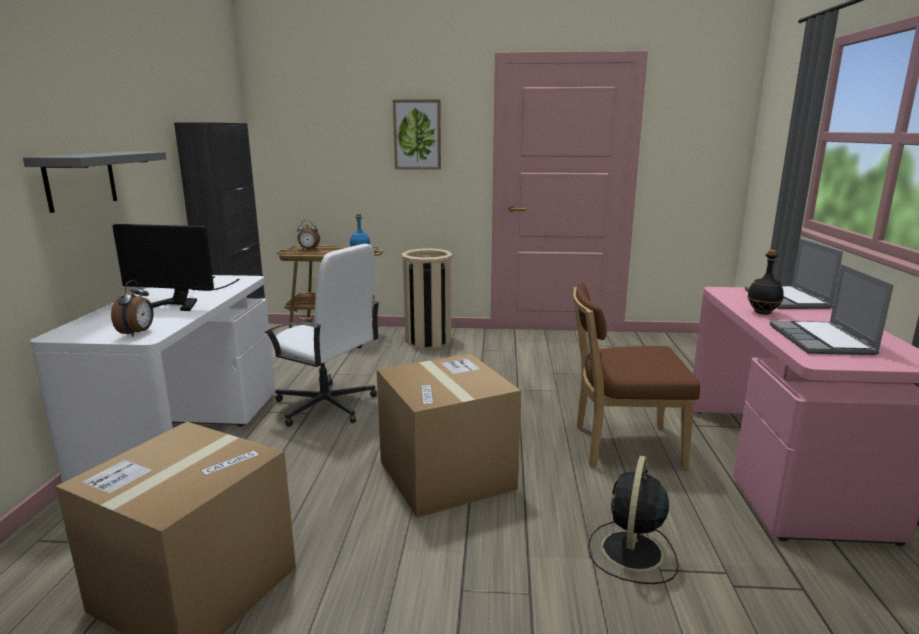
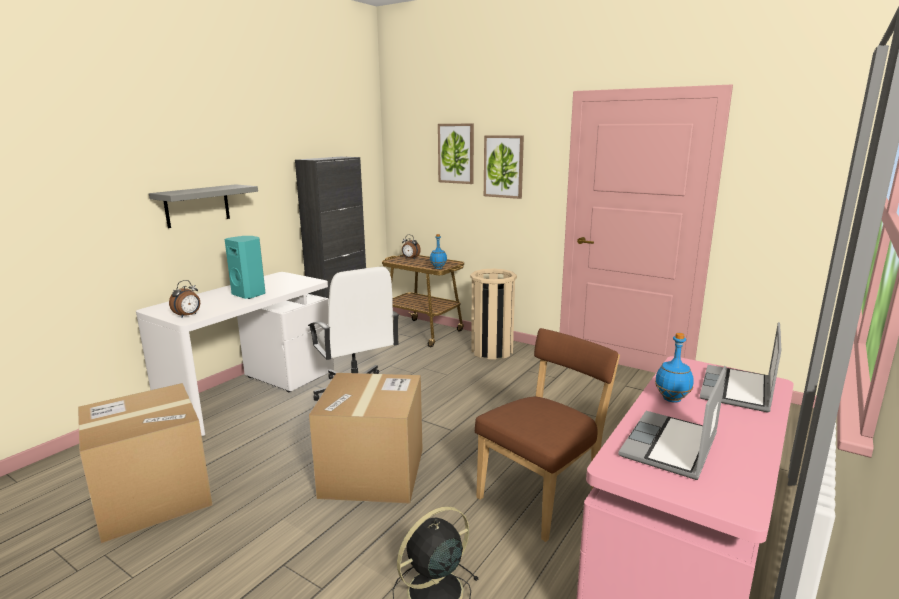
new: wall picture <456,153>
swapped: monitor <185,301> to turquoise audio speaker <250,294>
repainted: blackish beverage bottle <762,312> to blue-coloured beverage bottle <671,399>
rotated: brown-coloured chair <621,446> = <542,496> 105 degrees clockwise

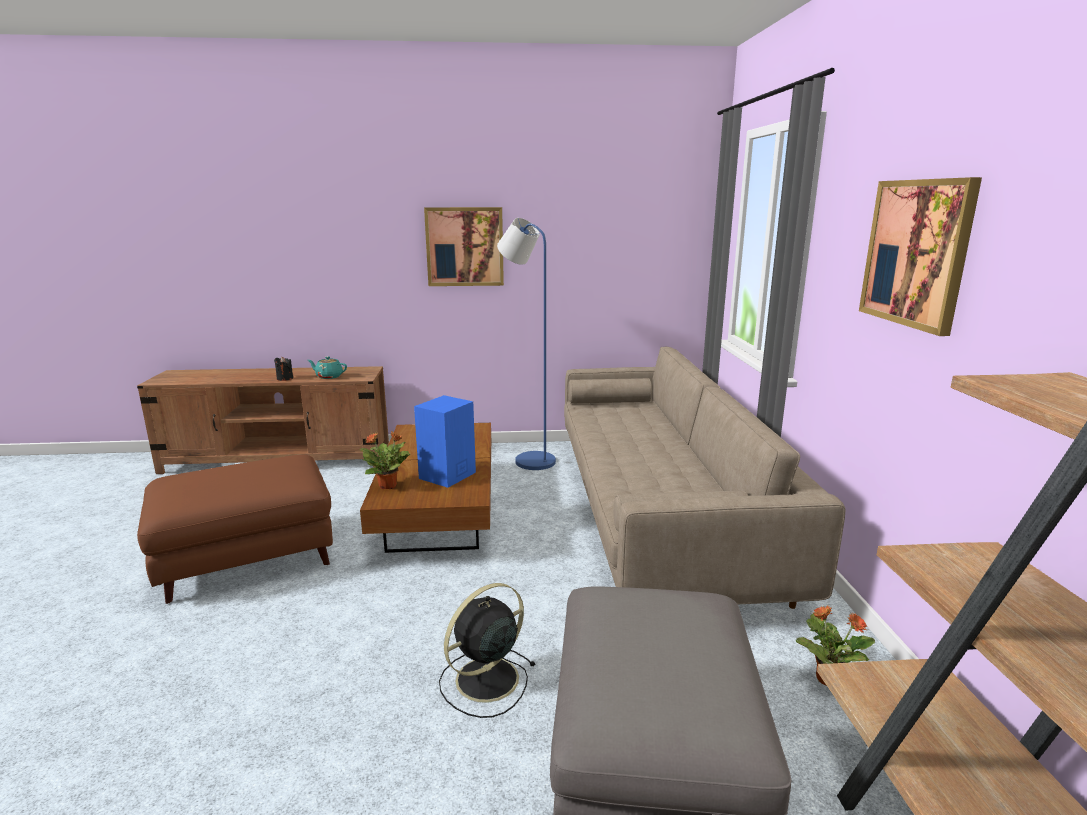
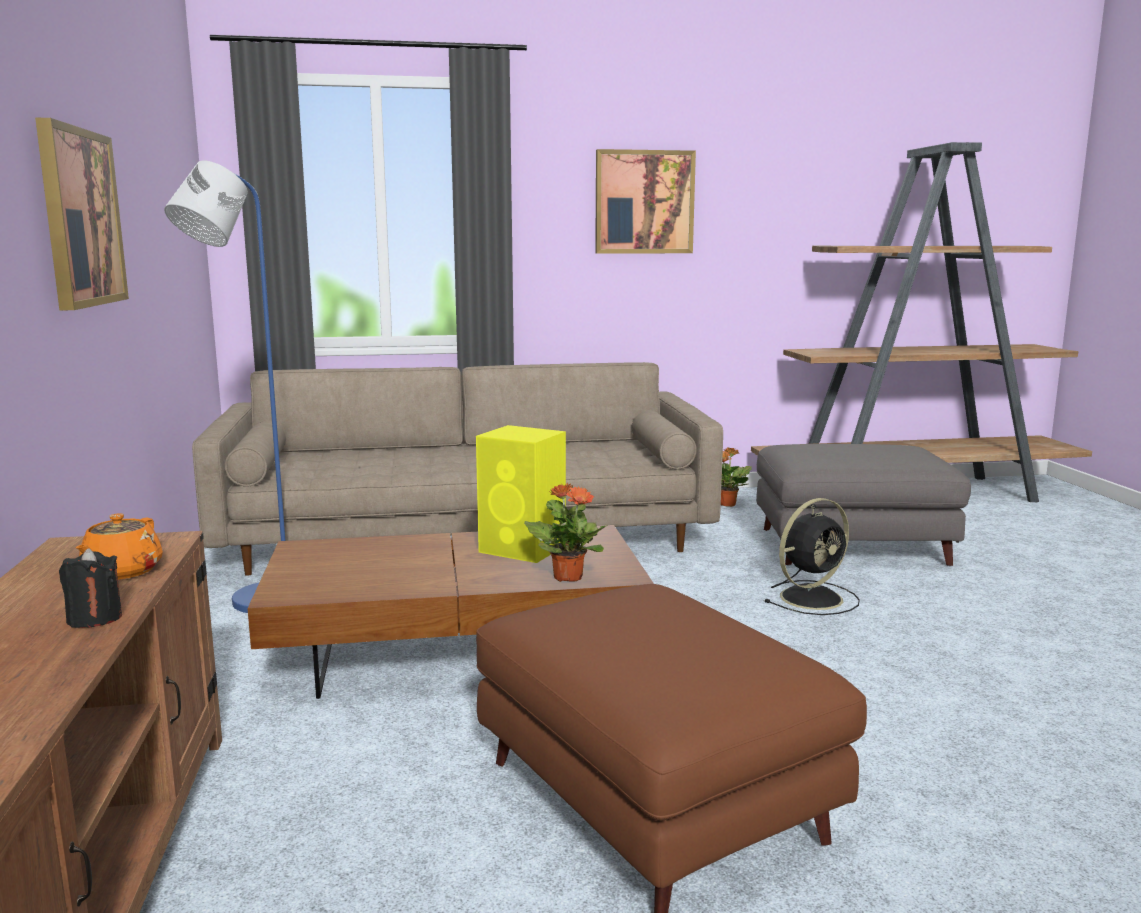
repainted: turquoise teapot <328,376> to orangey teapot <121,572>; blue-coloured audio speaker <446,476> to yellowish audio speaker <524,549>
rotated: blackish fan <484,680> = <813,597> 75 degrees counterclockwise

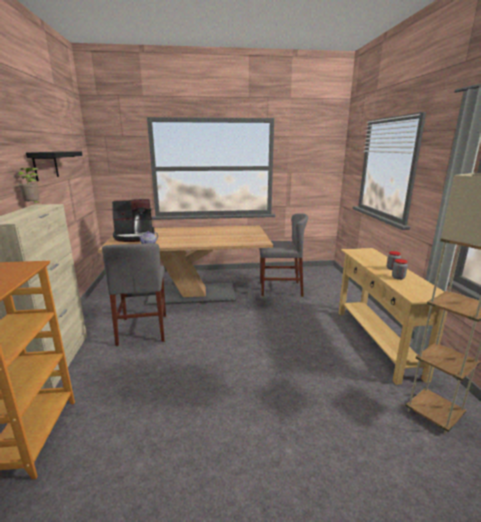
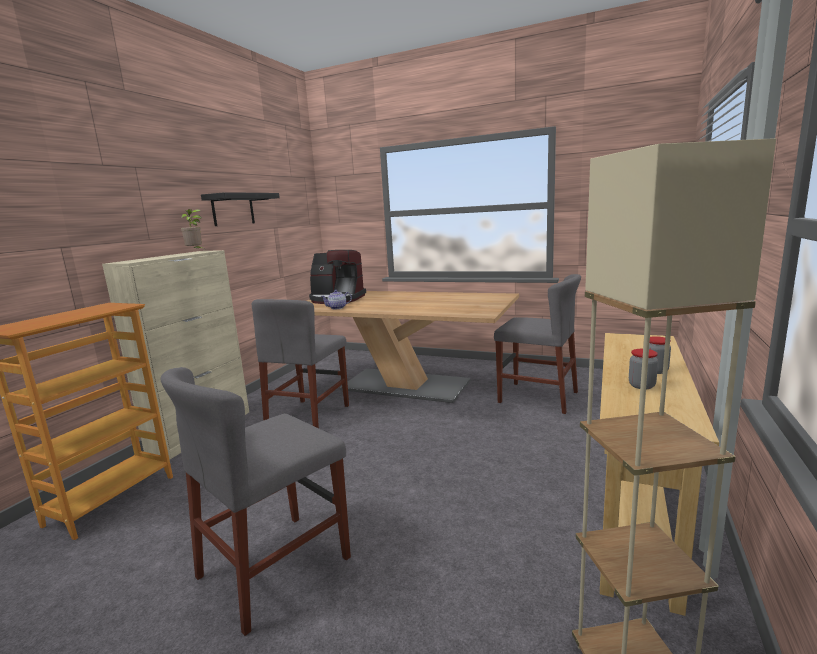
new: gray chair <275,567>

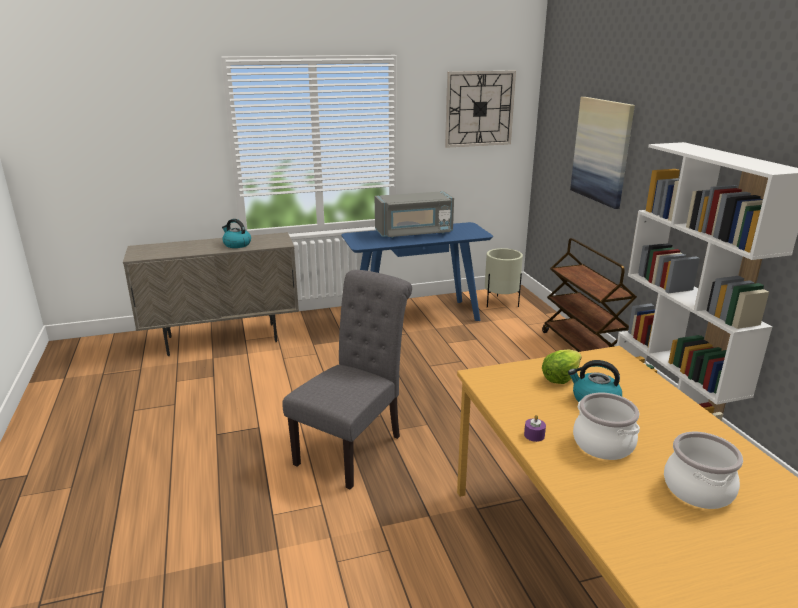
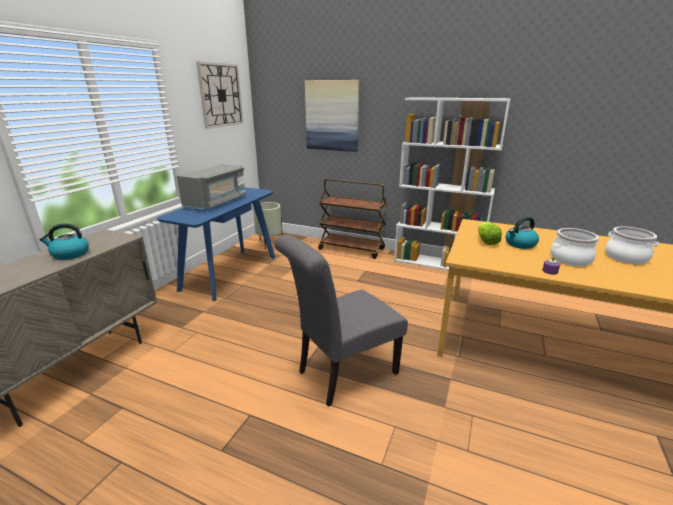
rotated: gray chair <354,446> = <342,374> 105 degrees counterclockwise

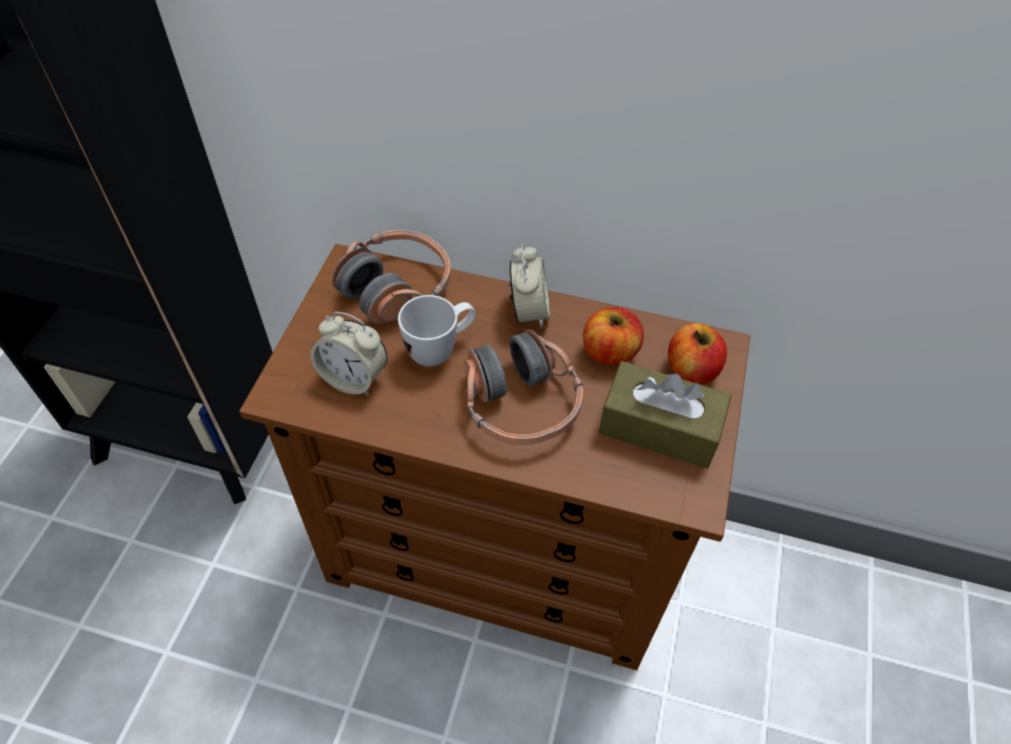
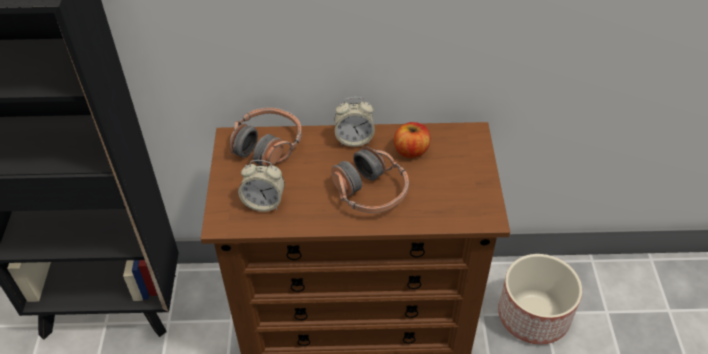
gone: white tea mug <440,349>; whole apple <691,370>; brown-coloured box of tissues <659,427>
new: flower pot <534,315>
rotated: table clock <528,311> = <354,139> 105 degrees clockwise

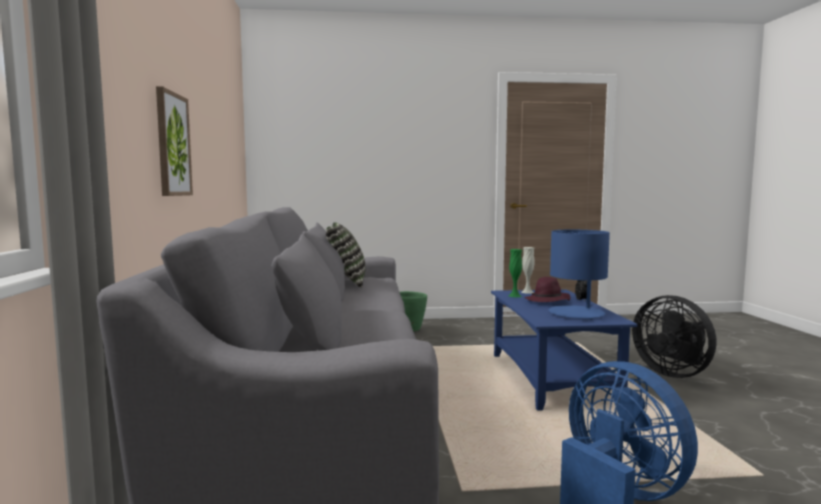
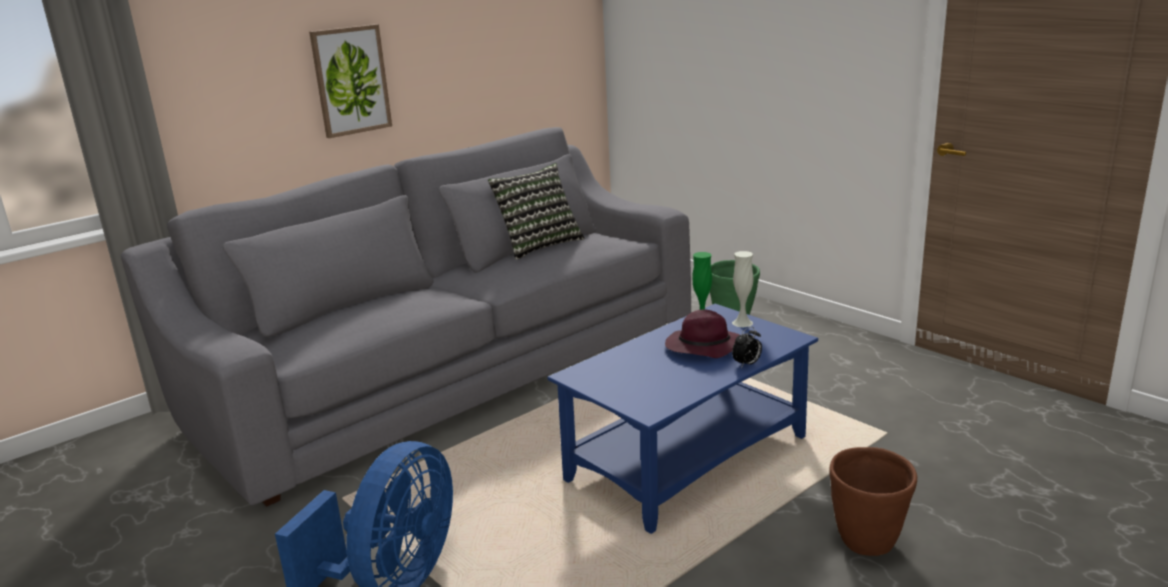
gone: blue-coloured lamp for a table <577,313>
swapped: blackish fan <672,372> to brown-coloured flower pot <867,543>

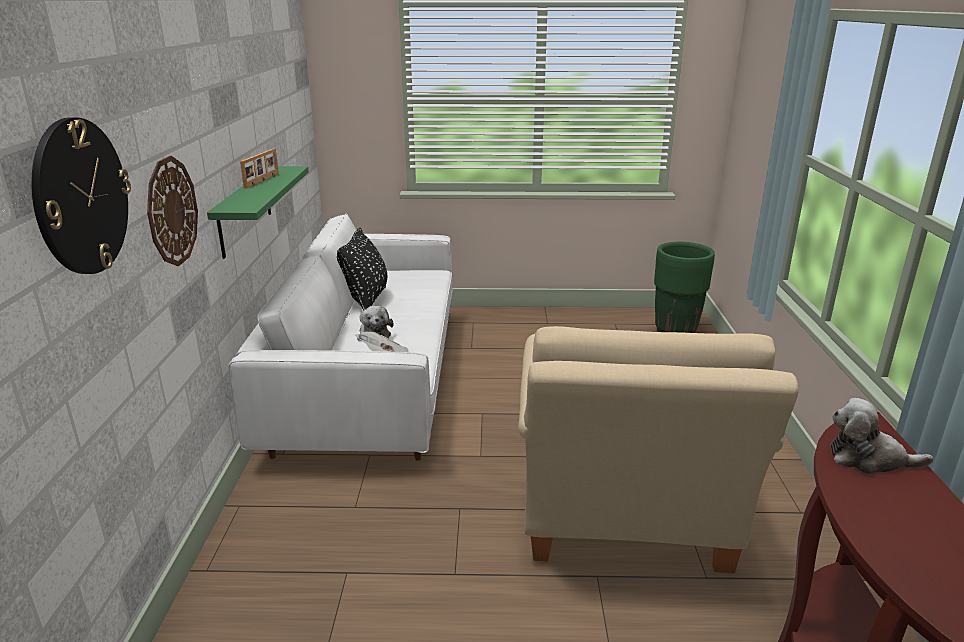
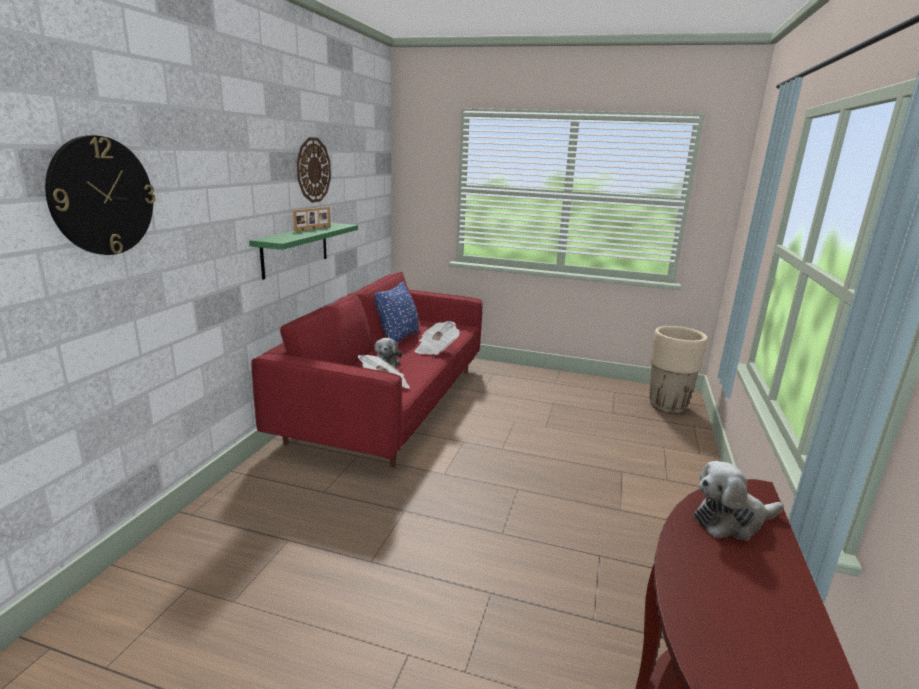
gone: sand-coloured armchair <622,514>
new: newspaper <436,349>
shifted: hanging clock <171,211> to <313,170>
repainted: white couch <370,381> to red-coloured couch <389,403>; blackish pillow <366,299> to blue-coloured pillow <398,338>; greenish flower pot <675,331> to sand-coloured flower pot <667,406>
rotated: soft toy <868,459> = <731,521> 45 degrees counterclockwise

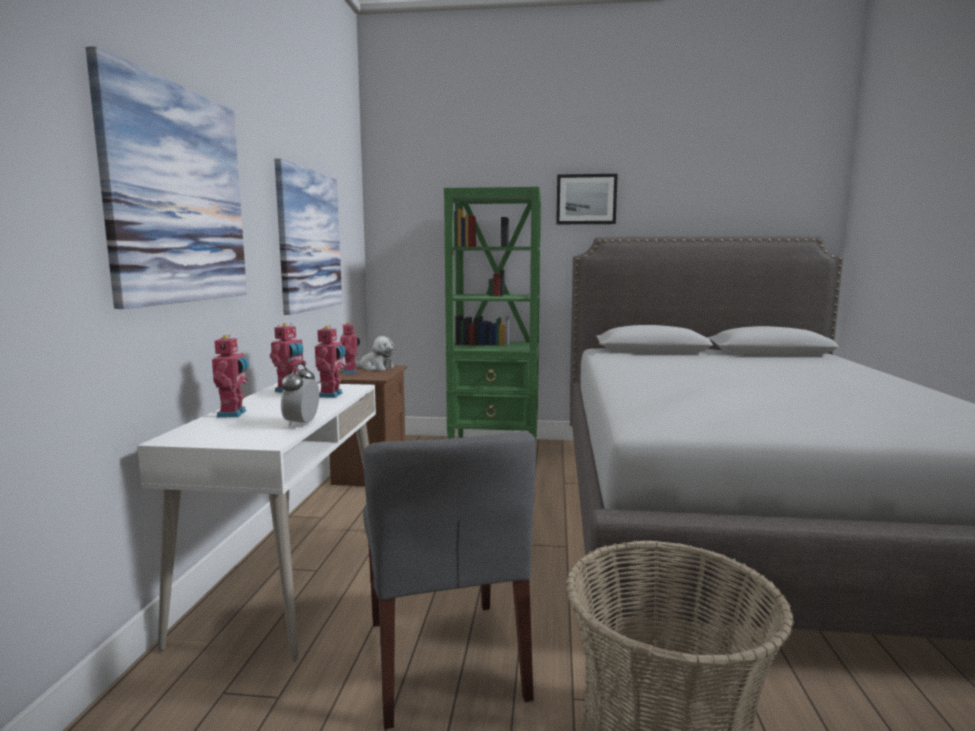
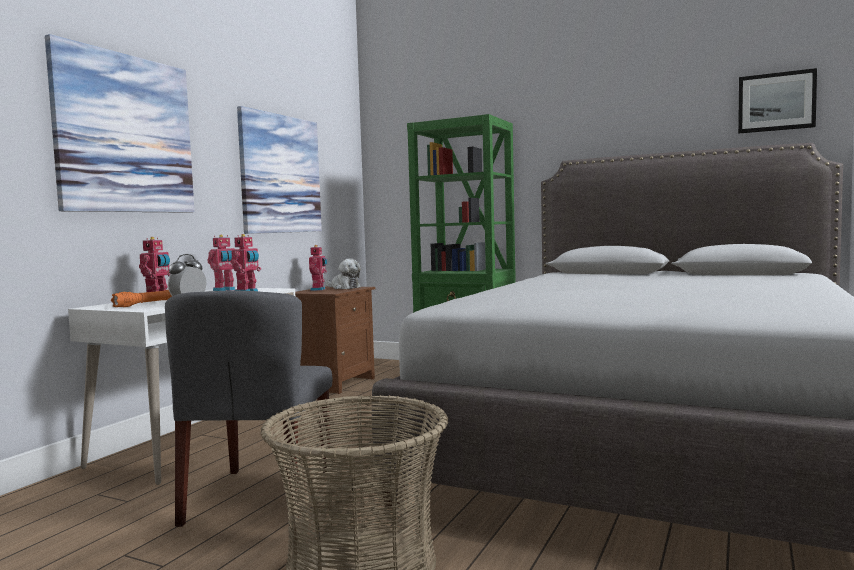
new: orangey torch <146,304>
shifted: wall picture <586,199> to <776,102>

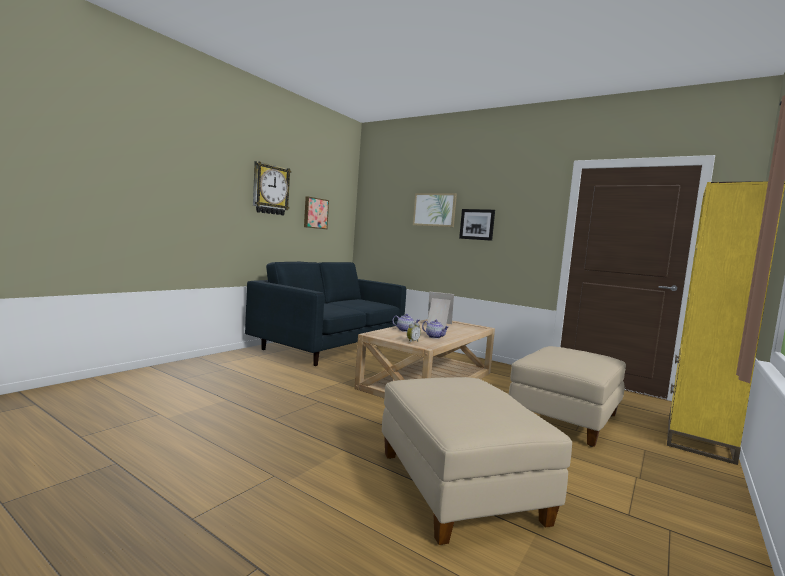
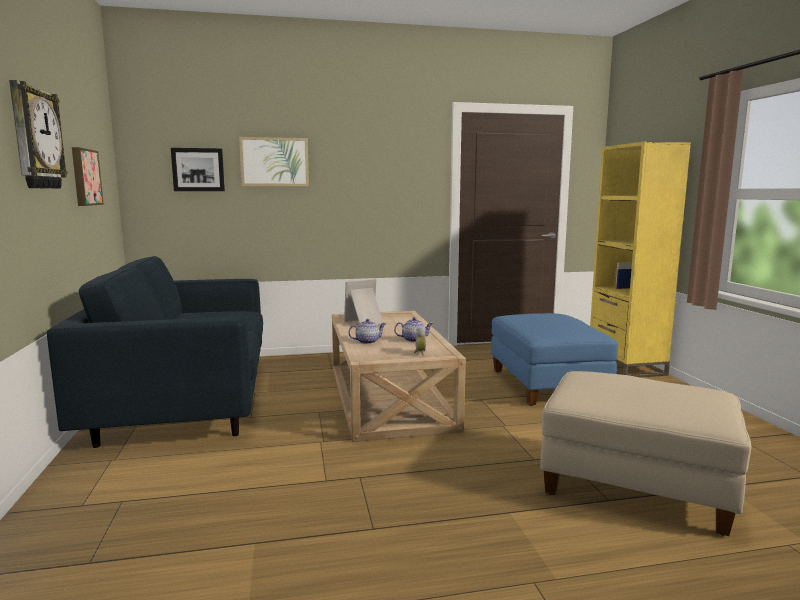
shifted: wall picture <477,224> to <198,169>
repainted: sand-coloured footrest <565,419> to blue-coloured footrest <547,385>

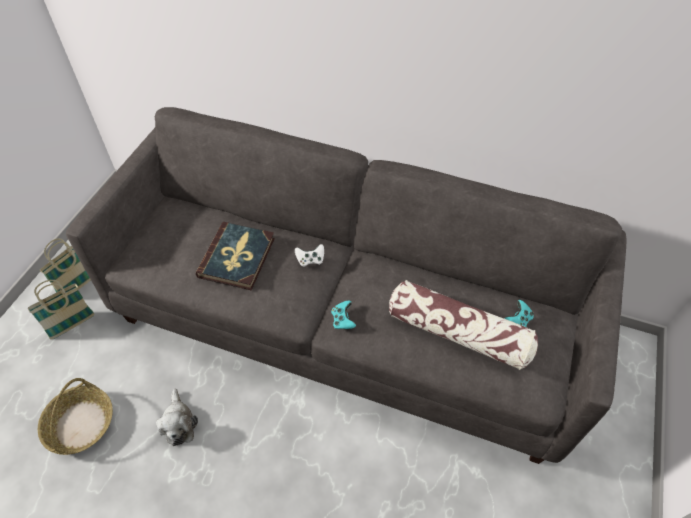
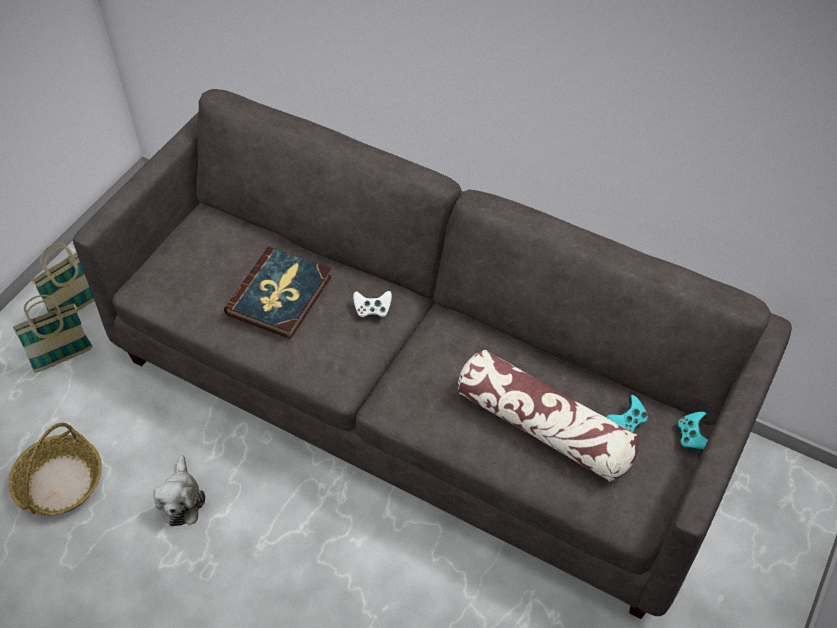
shifted: turquoise gamepad <343,320> to <692,437>

